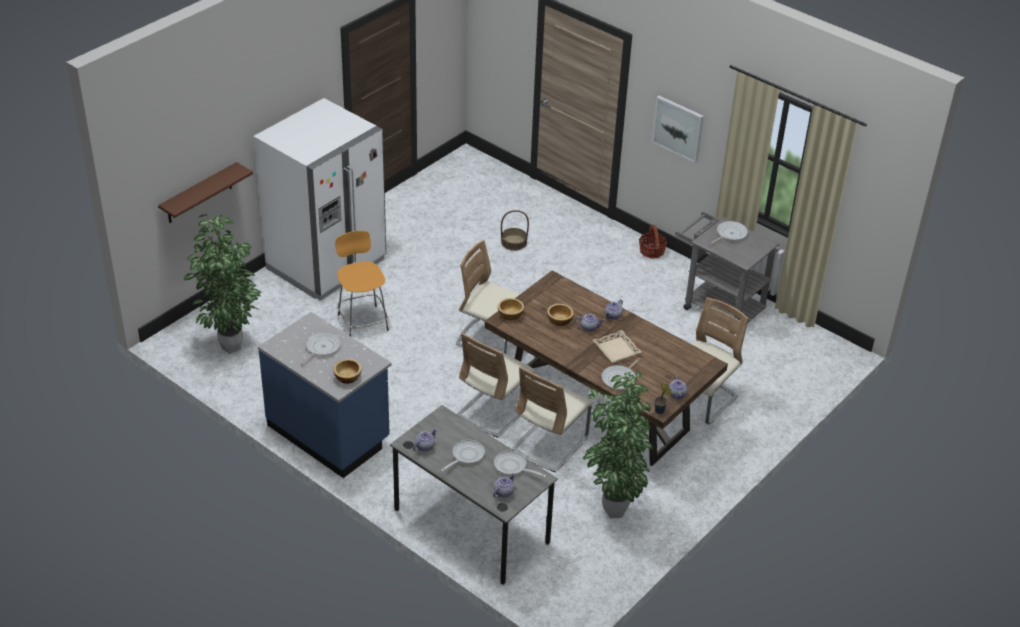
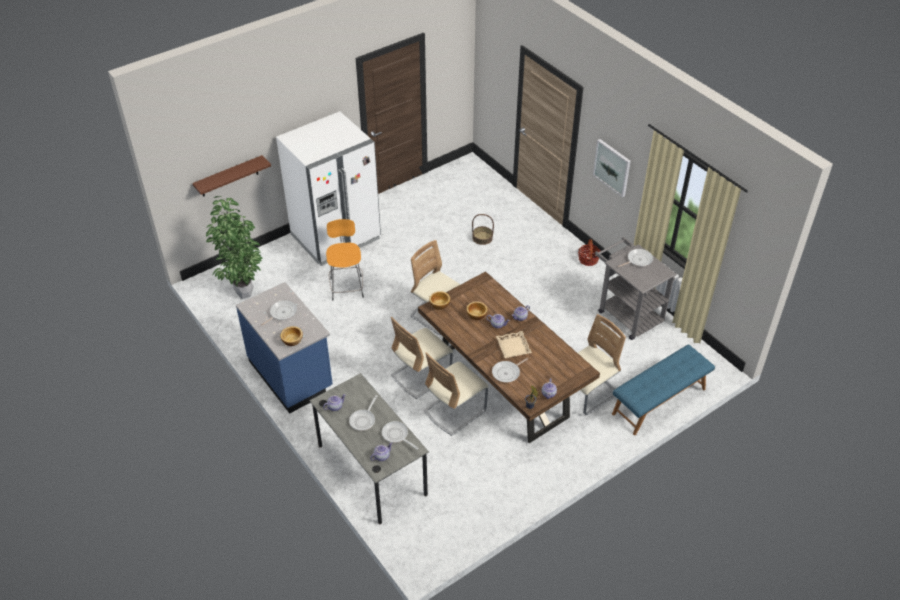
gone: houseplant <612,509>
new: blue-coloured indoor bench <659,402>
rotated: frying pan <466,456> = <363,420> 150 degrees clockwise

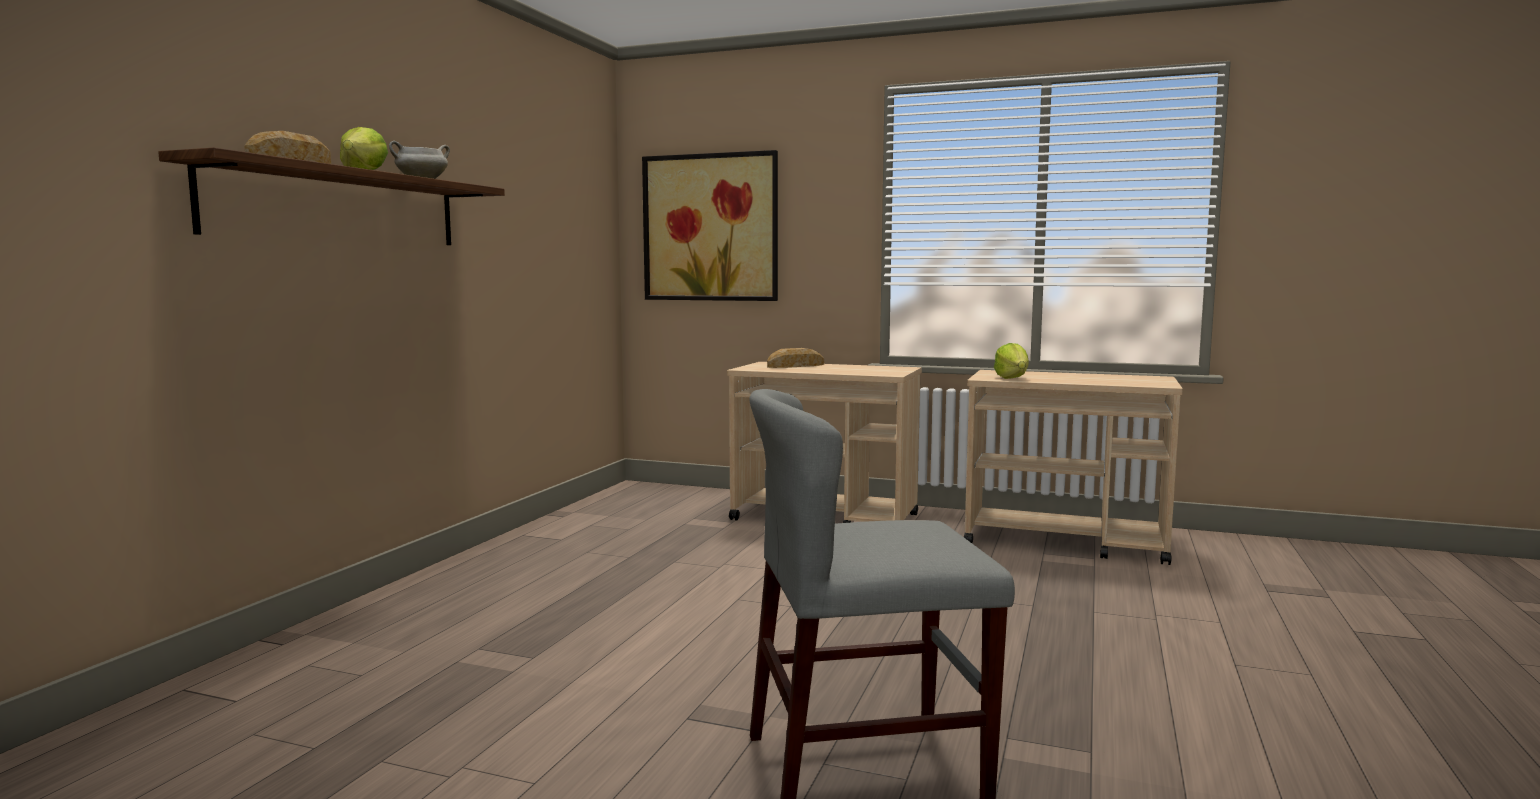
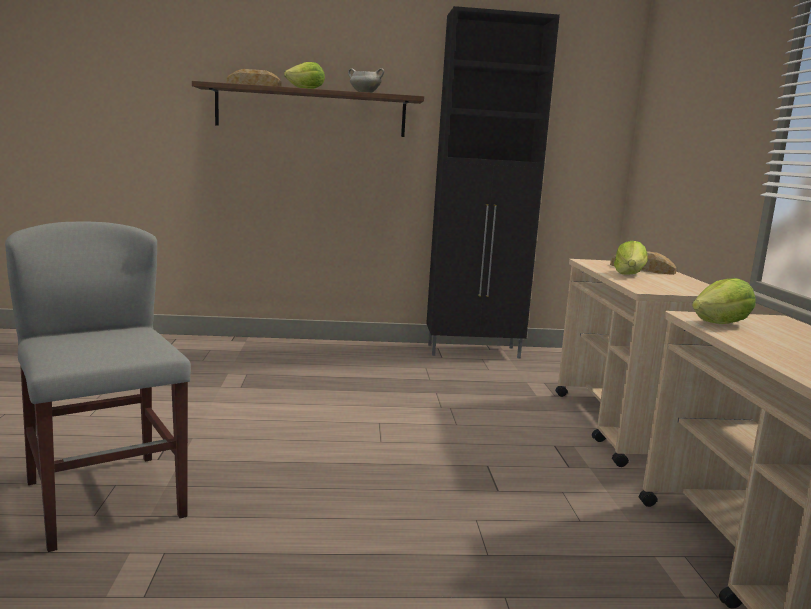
gone: wall picture <710,228>
new: blackish storage cabinet <474,351>; lettuce head <629,274>

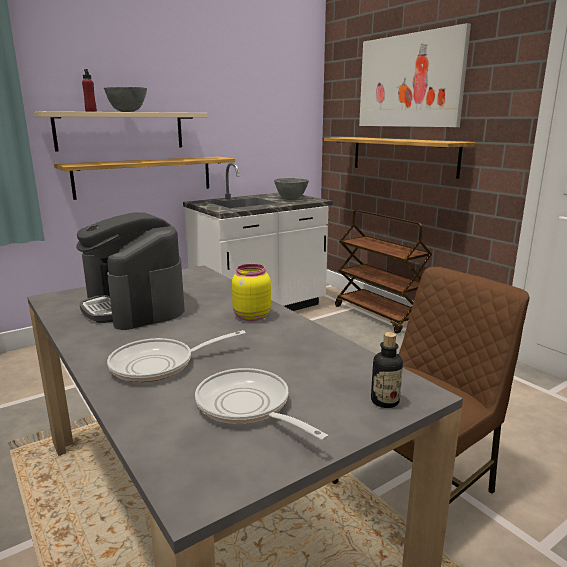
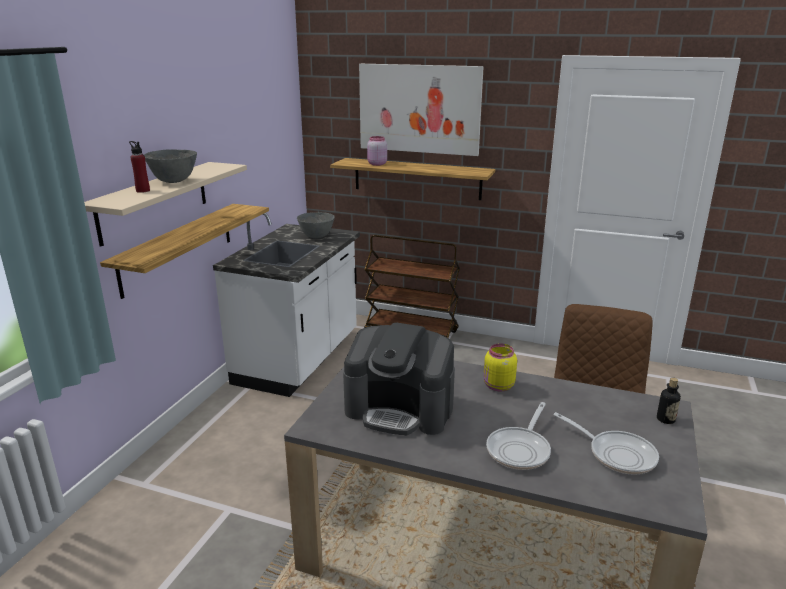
new: pink-coloured preserve jar <376,164>
rotated: frying pan <247,407> = <617,454> 150 degrees counterclockwise

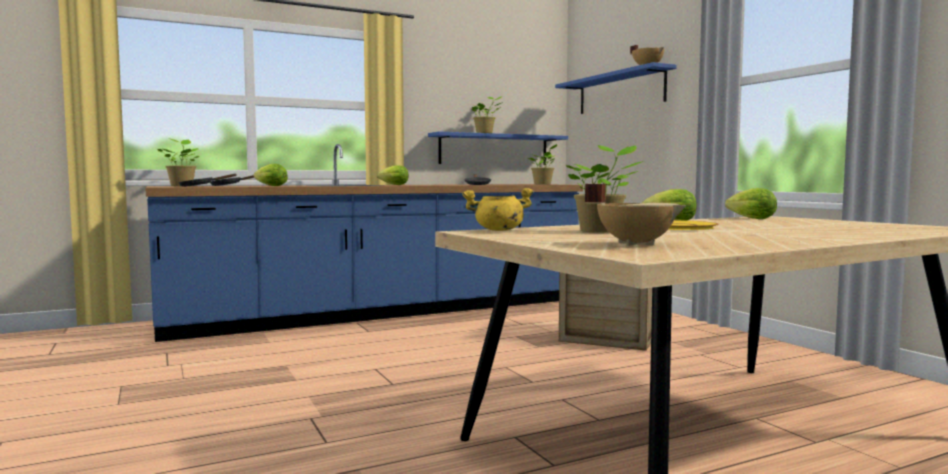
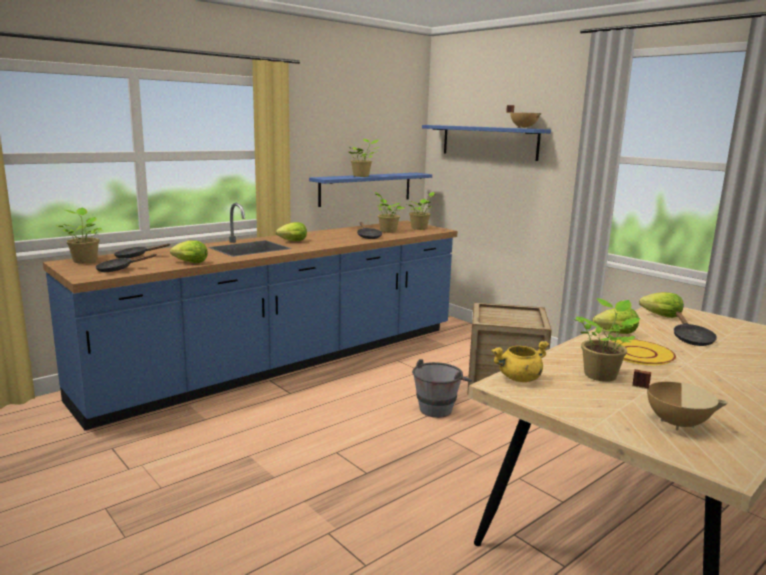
new: houseplant <387,231>; blackish frying pan <691,339>; gray water bucket <439,407>

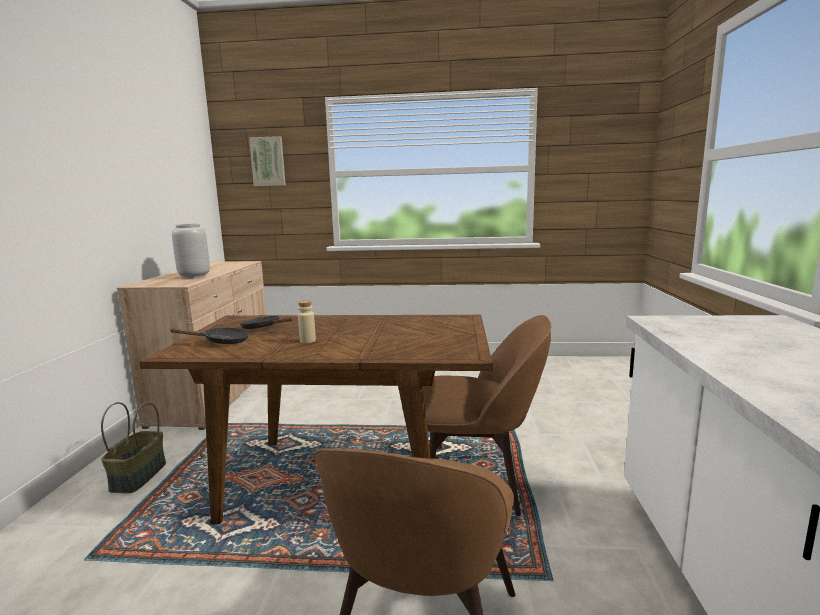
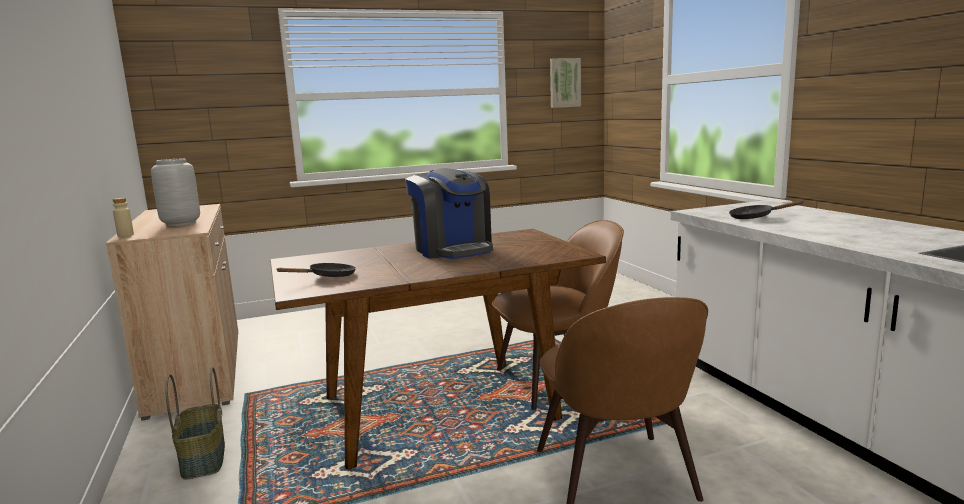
new: coffee brewer <453,249>
shifted: wall picture <268,161> to <564,83>; sand-coloured beverage bottle <307,341> to <125,235>; blackish frying pan <264,328> to <755,217>

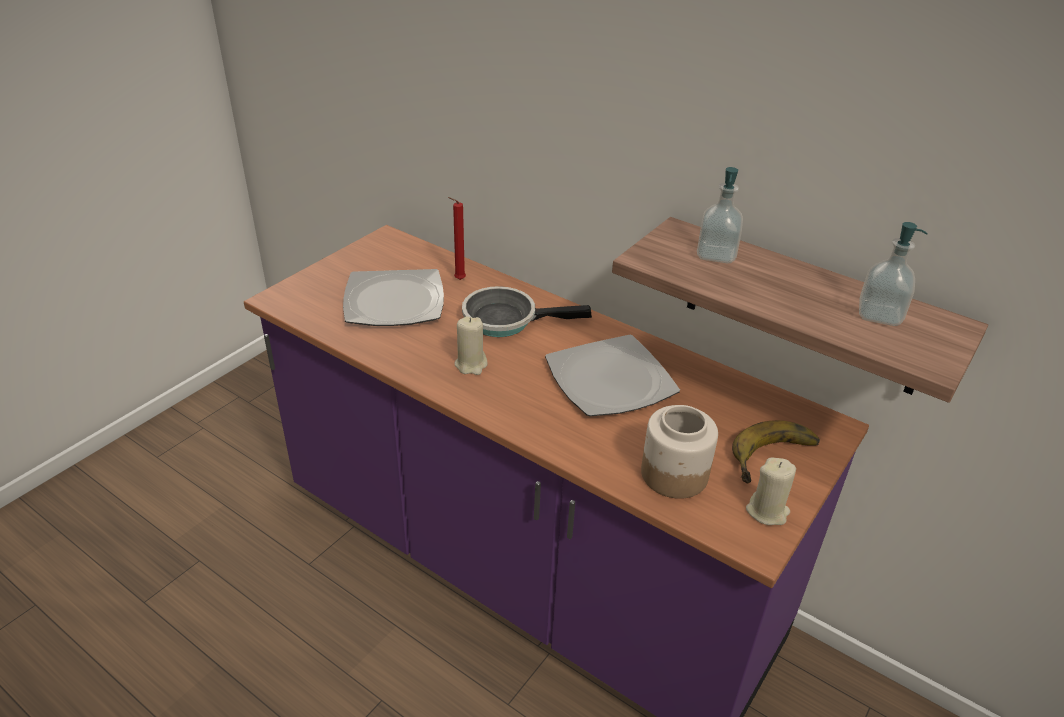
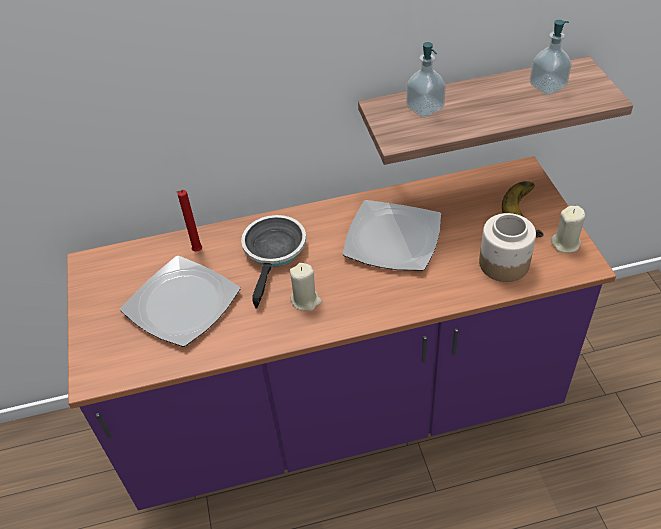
rotated: frying pan <506,319> = <274,252> 150 degrees clockwise

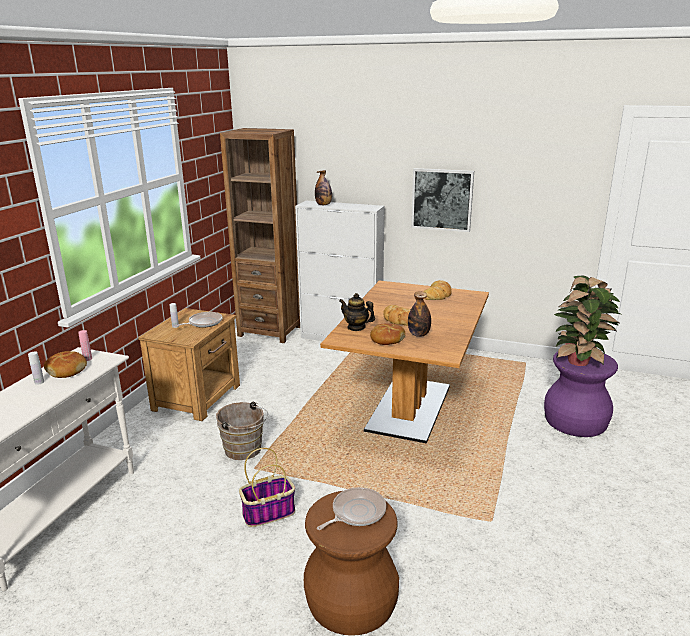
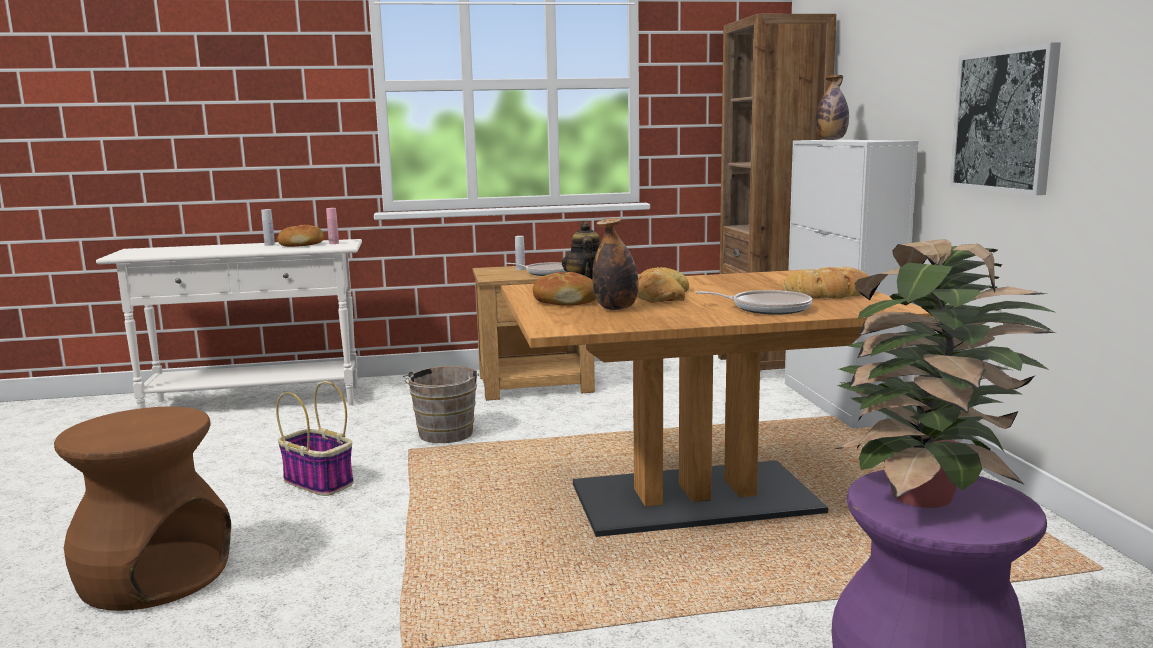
shifted: frying pan <356,512> to <766,308>

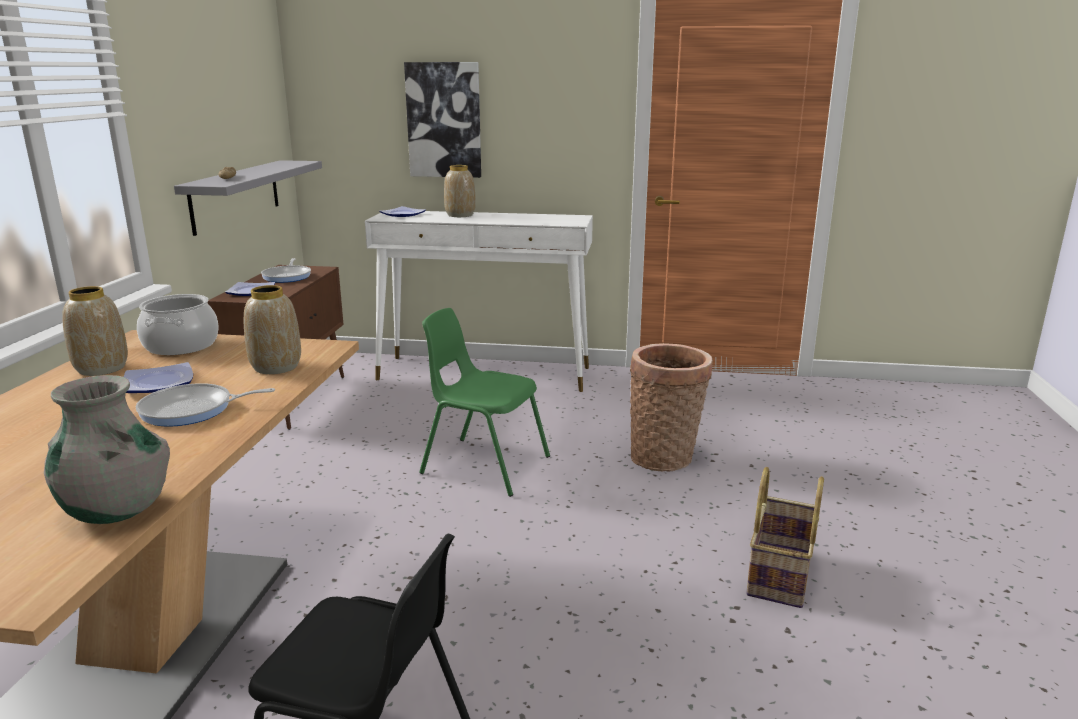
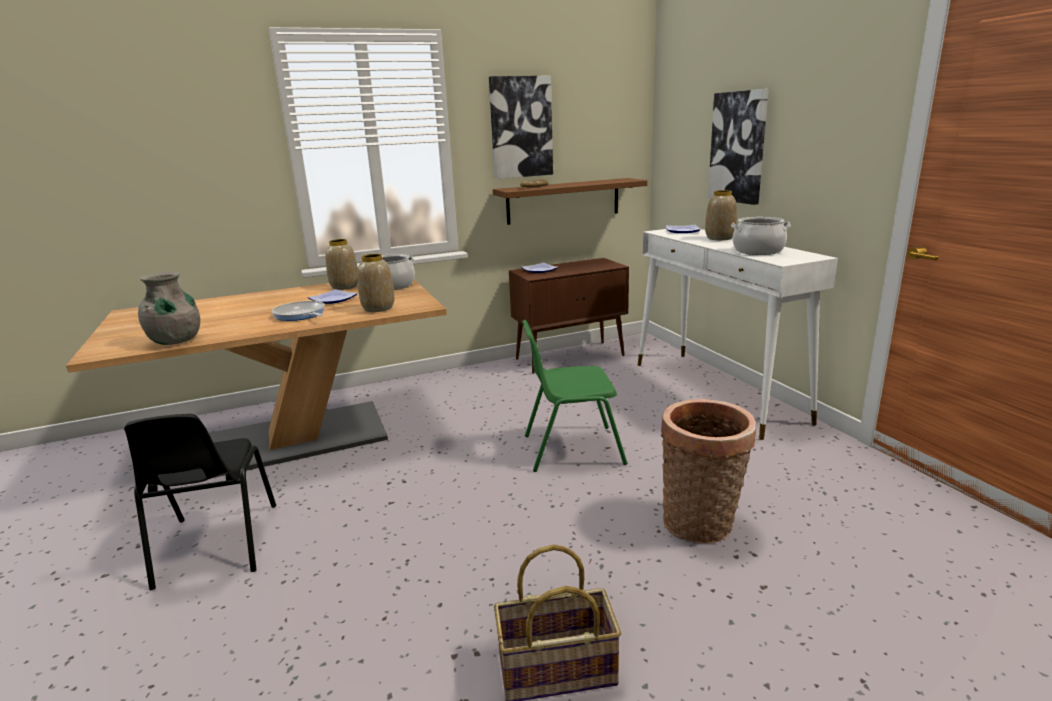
gone: frying pan <287,276>
new: wall picture <521,127>; stockpot <758,251>
repainted: gray bracket shelf <236,195> to brown-coloured bracket shelf <563,201>
rotated: greenish chair <483,465> = <571,449> 90 degrees counterclockwise

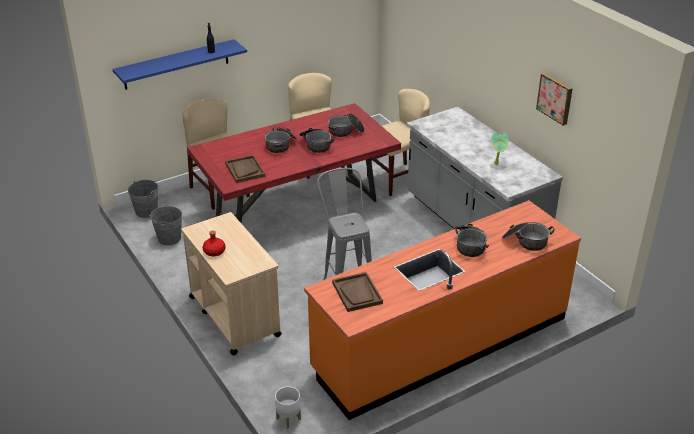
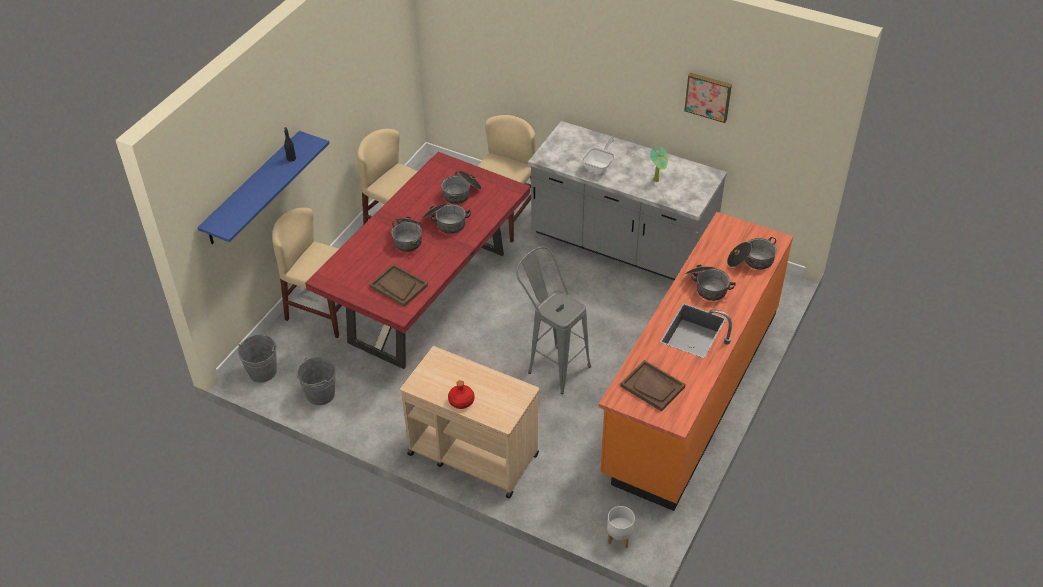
new: frying pan <599,166>

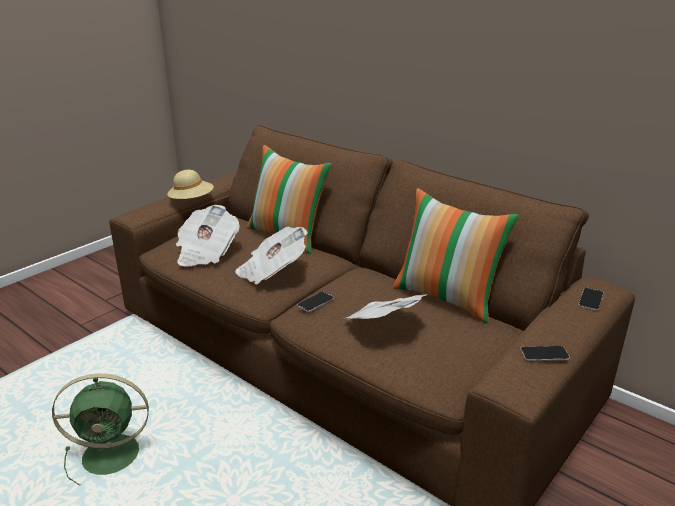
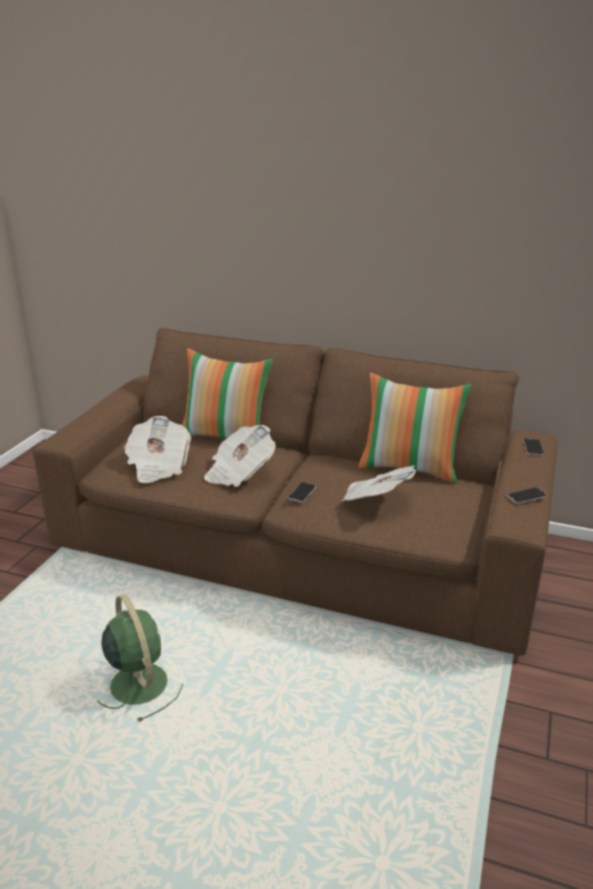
gone: sand-coloured clothing hat <192,201>
rotated: greenish fan <114,454> = <138,682> 90 degrees counterclockwise

